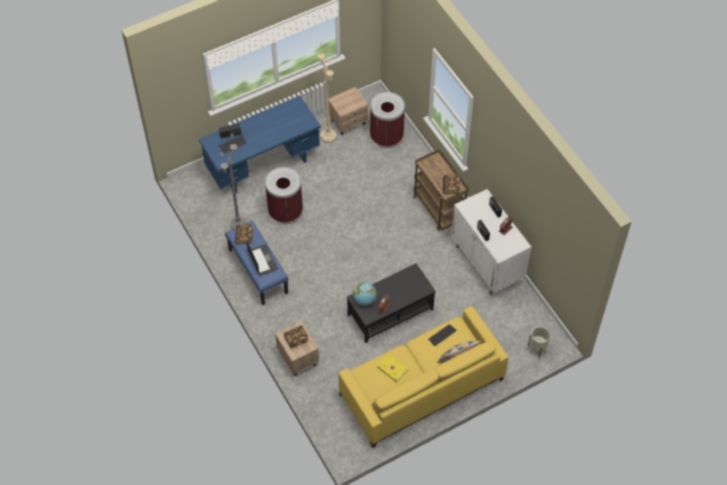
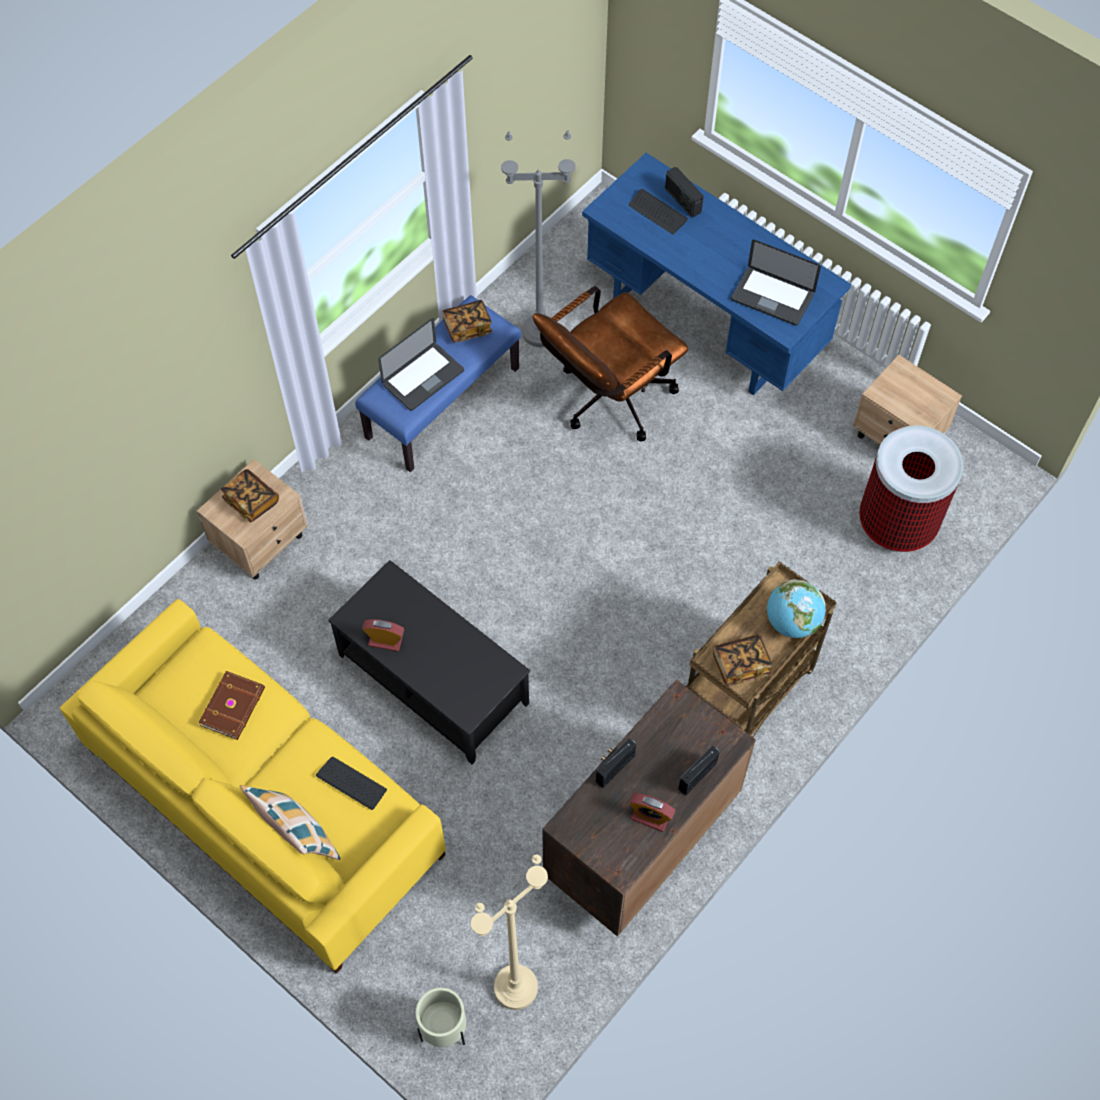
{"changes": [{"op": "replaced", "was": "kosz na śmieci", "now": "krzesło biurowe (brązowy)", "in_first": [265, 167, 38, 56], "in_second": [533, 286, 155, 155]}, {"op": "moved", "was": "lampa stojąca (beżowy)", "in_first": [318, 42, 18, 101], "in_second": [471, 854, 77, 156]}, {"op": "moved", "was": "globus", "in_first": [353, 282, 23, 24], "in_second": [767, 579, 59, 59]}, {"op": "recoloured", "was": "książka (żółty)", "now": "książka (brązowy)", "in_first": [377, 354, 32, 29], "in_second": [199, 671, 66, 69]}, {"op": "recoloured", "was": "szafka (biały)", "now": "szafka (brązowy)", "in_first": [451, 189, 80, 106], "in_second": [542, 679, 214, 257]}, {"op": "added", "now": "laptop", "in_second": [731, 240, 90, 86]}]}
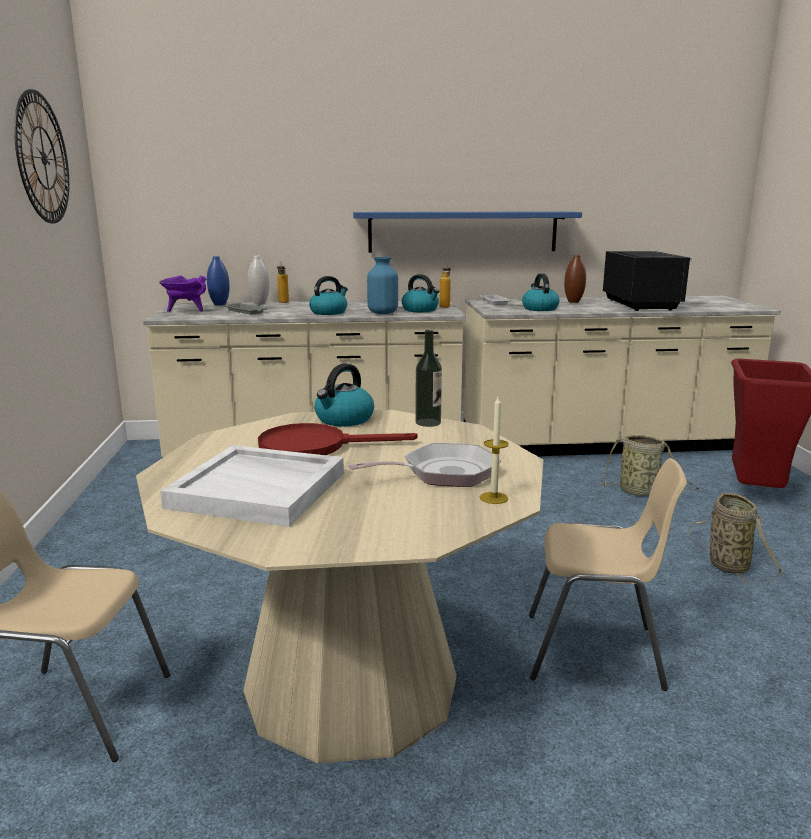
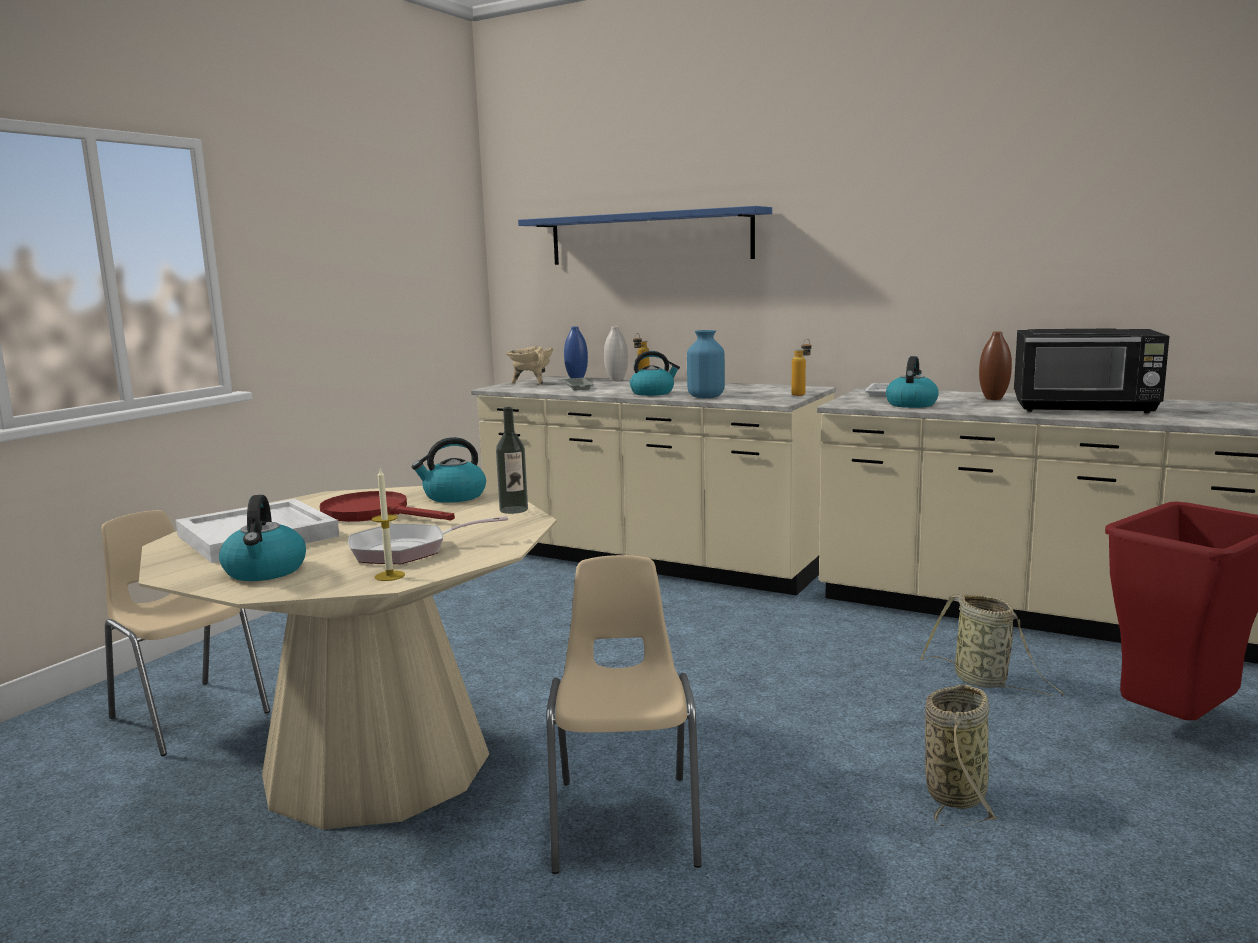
{"changes": [{"op": "removed", "was": "zegar ścienny", "in_first": [14, 89, 55, 135]}, {"op": "recoloured", "was": "garnek (fioletowy)", "now": "garnek (beżowy)", "in_first": [159, 276, 47, 36], "in_second": [506, 346, 48, 39]}, {"op": "turned", "was": "patelnia", "in_first": [348, 443, 153, 44], "in_second": [348, 516, 160, 48], "clockwise": 150}, {"op": "moved", "was": "półka (niebieski)", "in_first": [353, 211, 229, 42], "in_second": [518, 206, 254, 59]}, {"op": "moved", "was": "czajnik", "in_first": [402, 274, 37, 38], "in_second": [219, 495, 87, 86]}, {"op": "turned", "was": "krzesło (beżowy)", "in_first": [529, 458, 158, 233], "in_second": [547, 555, 155, 319], "clockwise": -135}, {"op": "turned", "was": "mikrofalówka (czarny)", "in_first": [603, 251, 89, 60], "in_second": [1014, 328, 155, 86], "clockwise": 75}]}
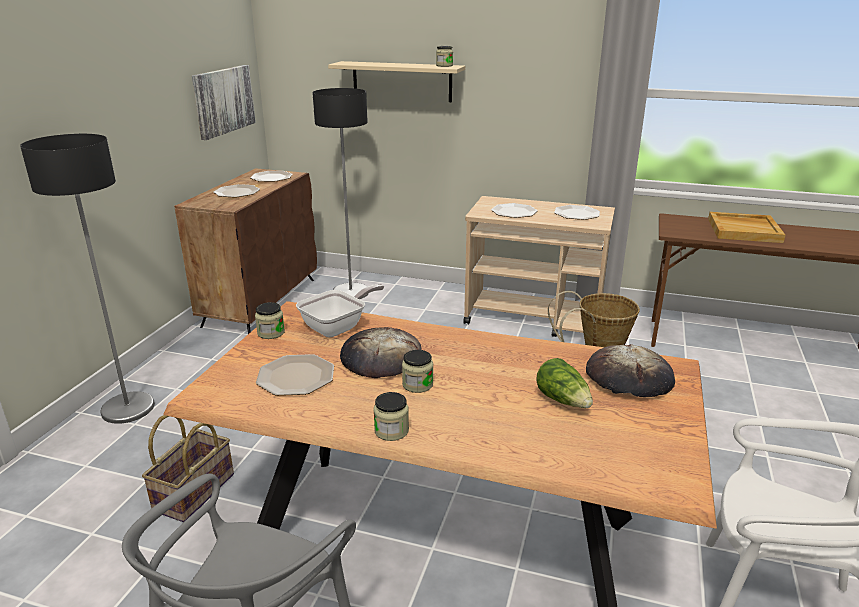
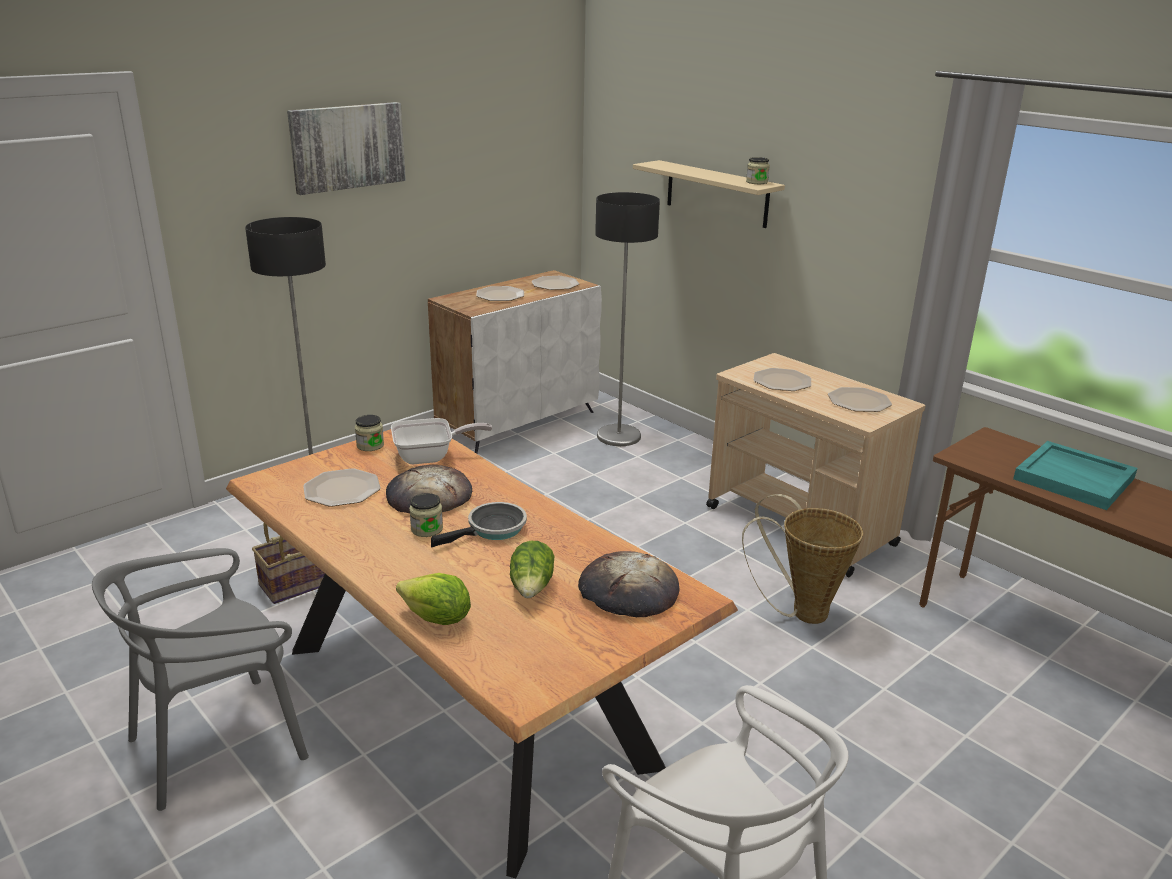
{"changes": [{"op": "recoloured", "was": "szafka (brązowy)", "now": "szafka (biały)", "in_first": [174, 168, 143, 166], "in_second": [428, 270, 174, 184]}, {"op": "moved", "was": "obraz", "in_first": [192, 65, 64, 75], "in_second": [287, 102, 119, 93]}, {"op": "removed", "was": "słoik", "in_first": [373, 392, 36, 49]}, {"op": "recoloured", "was": "taca (beżowy)", "now": "taca (turkusowy)", "in_first": [708, 212, 77, 31], "in_second": [1013, 441, 125, 69]}, {"op": "added", "now": "sałata", "in_second": [396, 573, 75, 52]}, {"op": "added", "now": "patelnia", "in_second": [431, 502, 96, 45]}]}
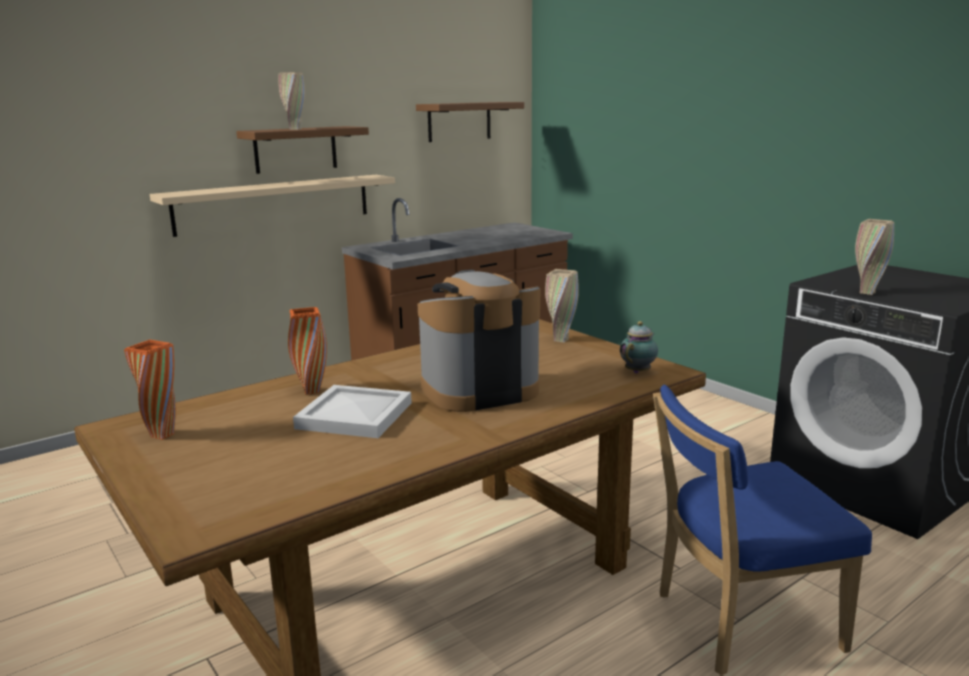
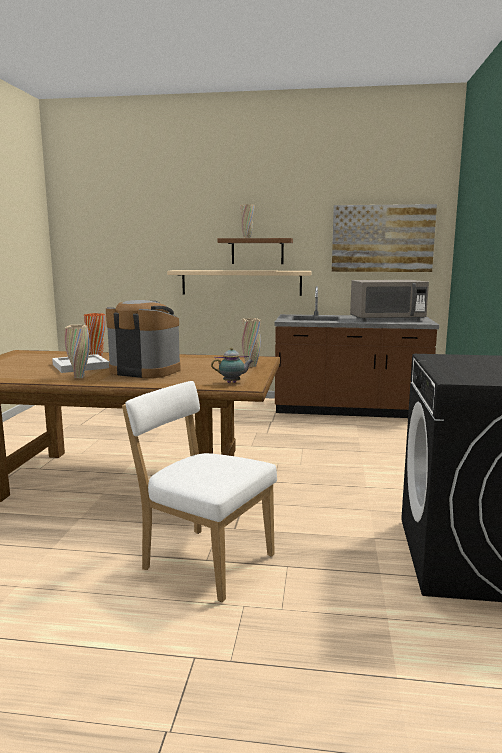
{"changes": [{"op": "removed", "was": "wazon (pomarańczowy)", "in_first": [124, 340, 52, 100]}, {"op": "replaced", "was": "półka (brązowy)", "now": "obraz", "in_first": [416, 102, 108, 40], "in_second": [332, 204, 105, 68]}, {"op": "recoloured", "was": "krzesło (niebieski)", "now": "krzesło (biały)", "in_first": [653, 385, 219, 291], "in_second": [122, 381, 155, 221]}, {"op": "moved", "was": "wazon (beżowy)", "in_first": [855, 219, 39, 76], "in_second": [64, 325, 26, 53]}, {"op": "added", "now": "mikrofalówka (szary)", "in_second": [350, 280, 79, 41]}]}
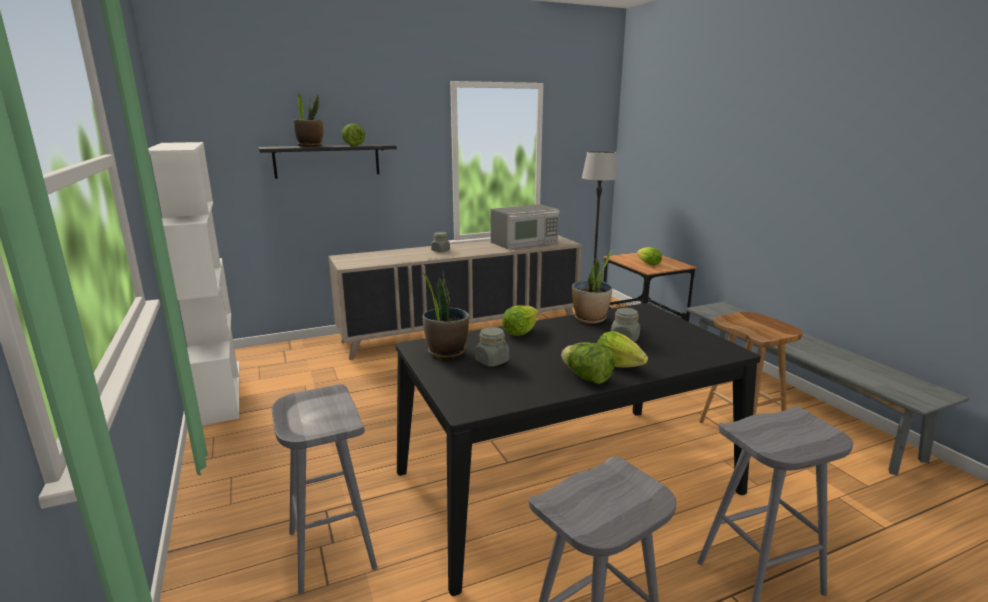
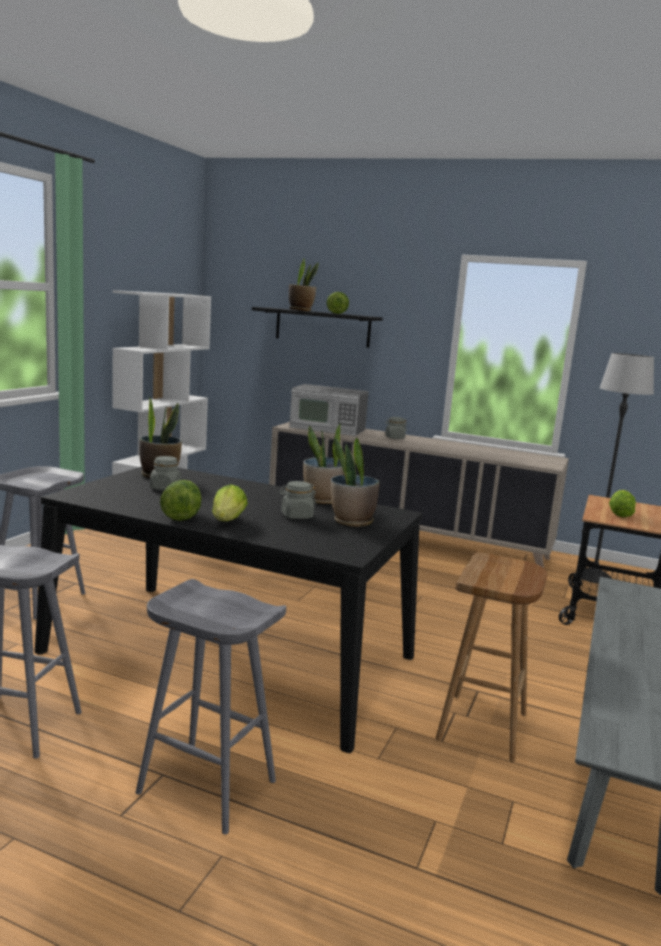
{"changes": [{"op": "moved", "was": "mikrofalówka", "in_first": [491, 204, 69, 45], "in_second": [289, 384, 80, 52]}, {"op": "removed", "was": "sałata", "in_first": [502, 306, 37, 30]}, {"op": "added", "now": "roślina doniczkowa", "in_second": [331, 437, 48, 90]}]}
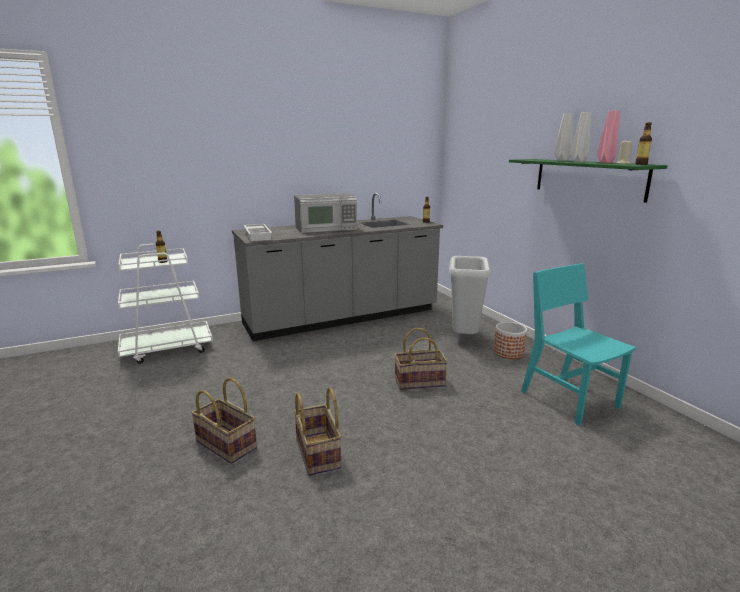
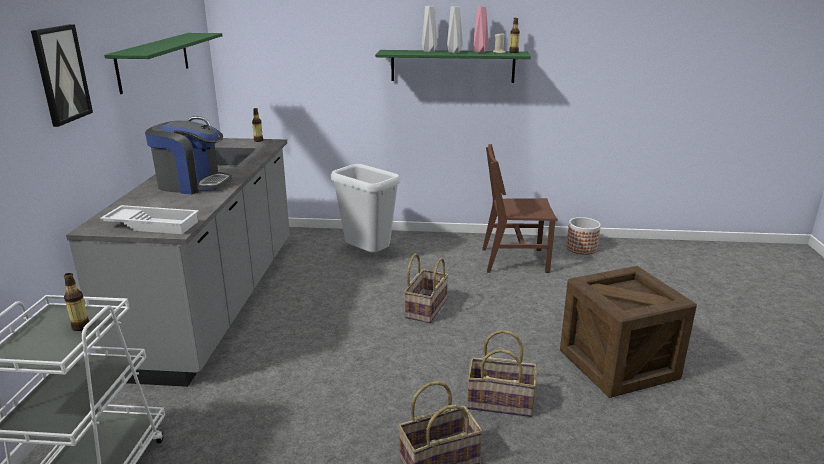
{"changes": [{"op": "replaced", "was": "mikrofalówka", "now": "ekspres do kawy", "in_first": [294, 193, 63, 40], "in_second": [145, 121, 87, 73]}, {"op": "moved", "was": "donica", "in_first": [494, 322, 33, 37], "in_second": [567, 217, 34, 38]}, {"op": "recoloured", "was": "krzesło (turkusowy)", "now": "krzesło (brązowy)", "in_first": [521, 263, 115, 163], "in_second": [482, 144, 76, 129]}, {"op": "added", "now": "obraz", "in_second": [31, 24, 62, 103]}, {"op": "added", "now": "półka (zielony)", "in_second": [104, 33, 118, 61]}, {"op": "added", "now": "skrzynka", "in_second": [560, 266, 137, 132]}]}
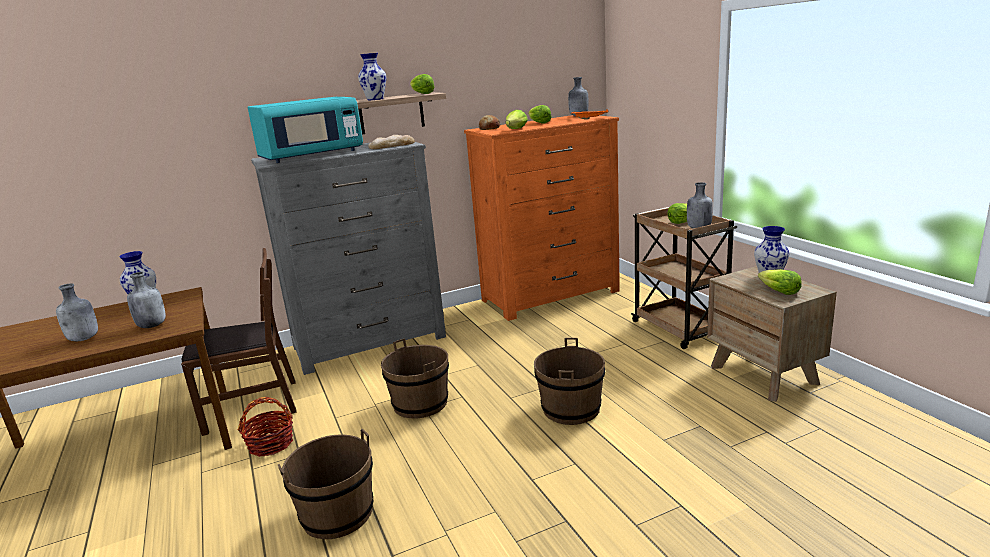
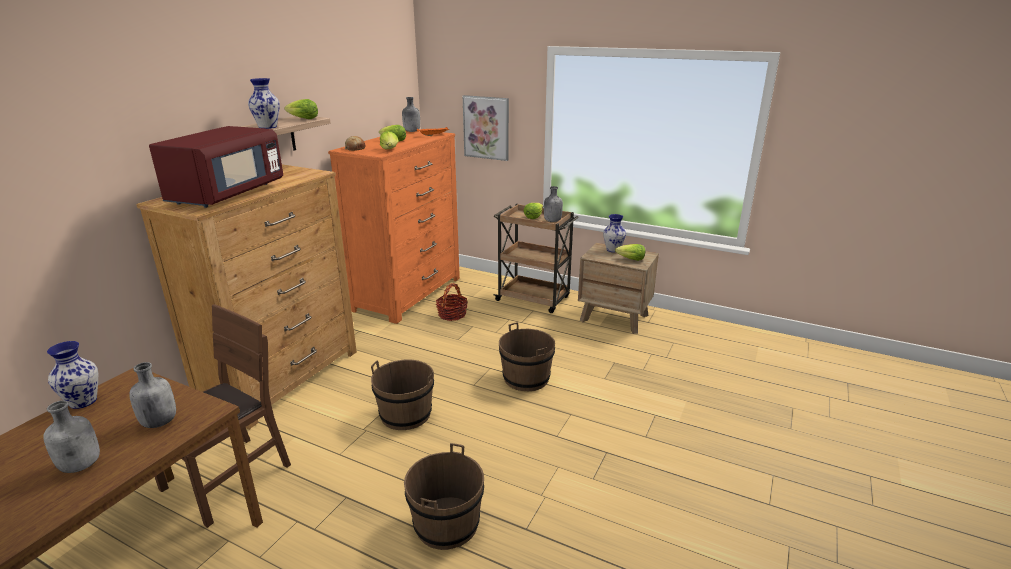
{"changes": [{"op": "moved", "was": "koszyk", "in_first": [238, 397, 55, 60], "in_second": [436, 283, 32, 38]}, {"op": "recoloured", "was": "mikrofalówka (turkusowy)", "now": "mikrofalówka (czerwony)", "in_first": [248, 97, 115, 66], "in_second": [149, 126, 134, 82]}, {"op": "recoloured", "was": "komoda (szary)", "now": "komoda (brązowy)", "in_first": [251, 142, 195, 233], "in_second": [137, 164, 220, 265]}, {"op": "removed", "was": "chleb", "in_first": [368, 135, 47, 14]}, {"op": "added", "now": "obraz", "in_second": [463, 95, 46, 66]}]}
